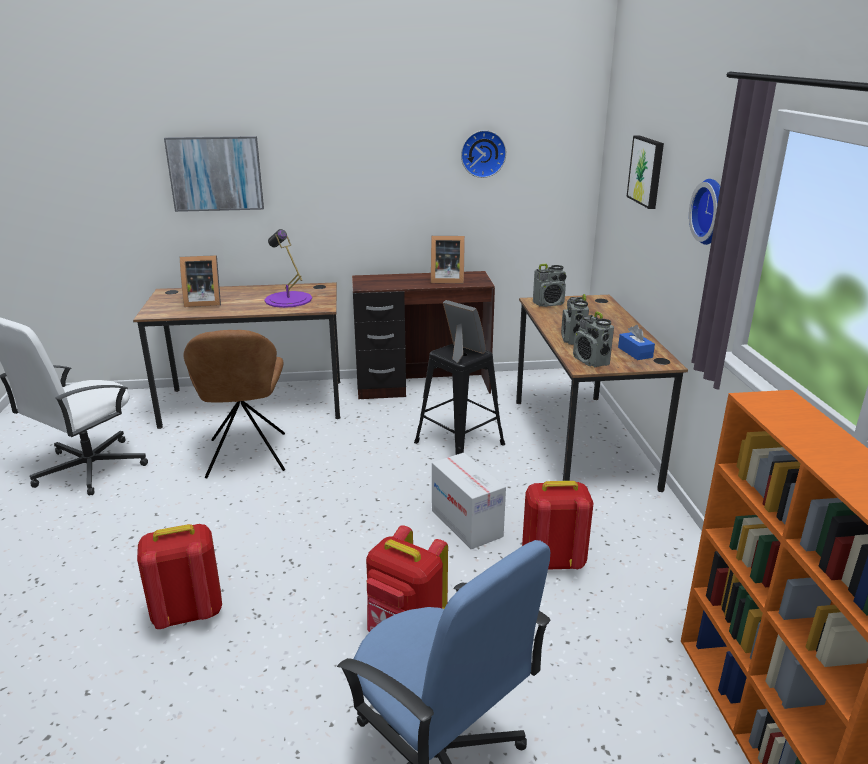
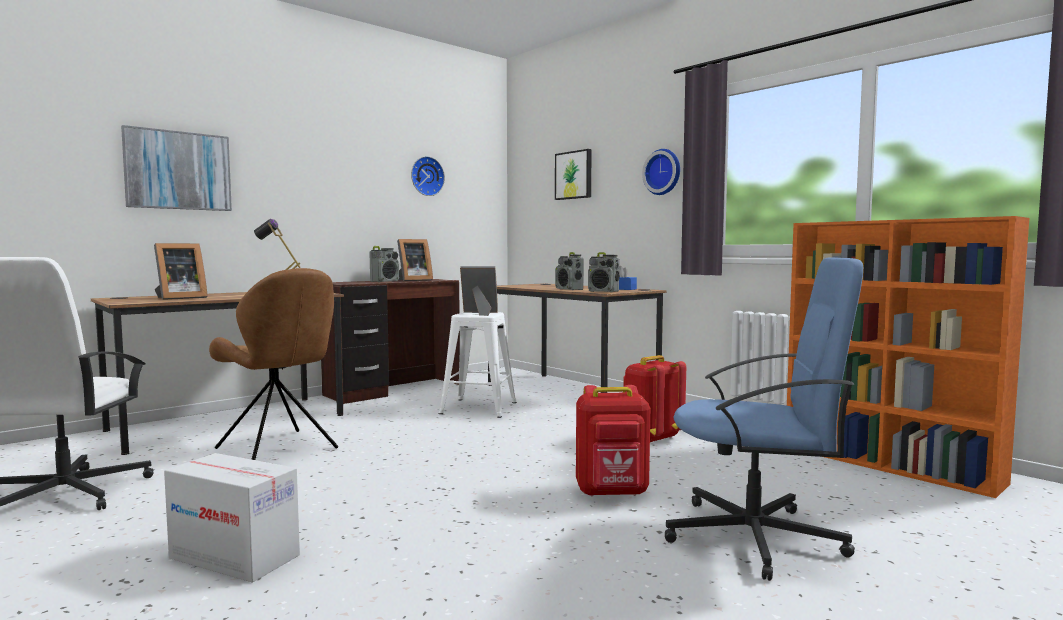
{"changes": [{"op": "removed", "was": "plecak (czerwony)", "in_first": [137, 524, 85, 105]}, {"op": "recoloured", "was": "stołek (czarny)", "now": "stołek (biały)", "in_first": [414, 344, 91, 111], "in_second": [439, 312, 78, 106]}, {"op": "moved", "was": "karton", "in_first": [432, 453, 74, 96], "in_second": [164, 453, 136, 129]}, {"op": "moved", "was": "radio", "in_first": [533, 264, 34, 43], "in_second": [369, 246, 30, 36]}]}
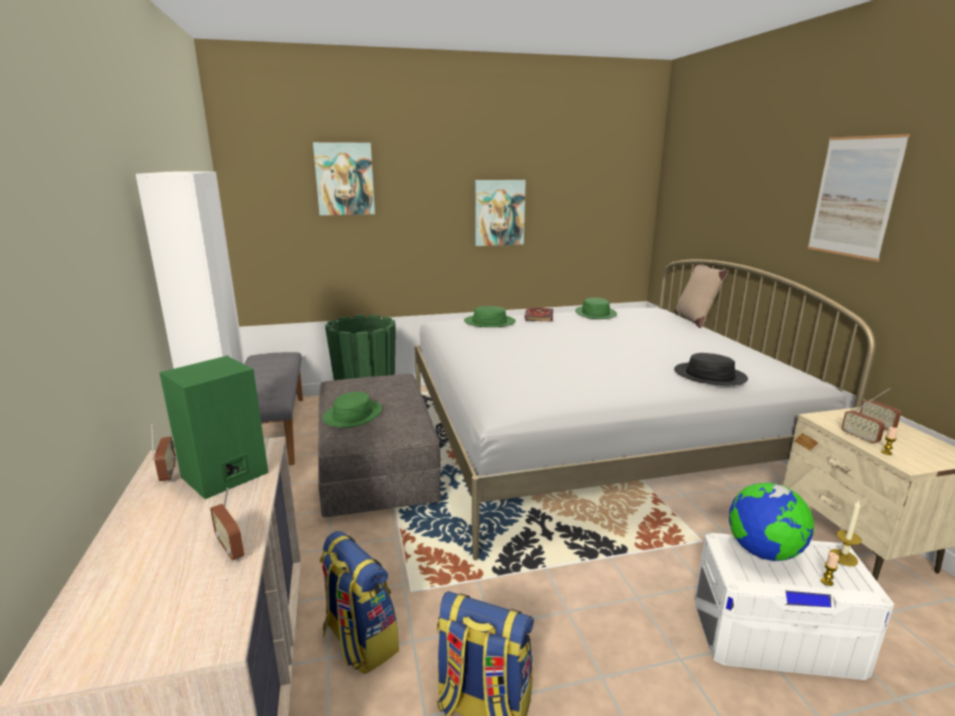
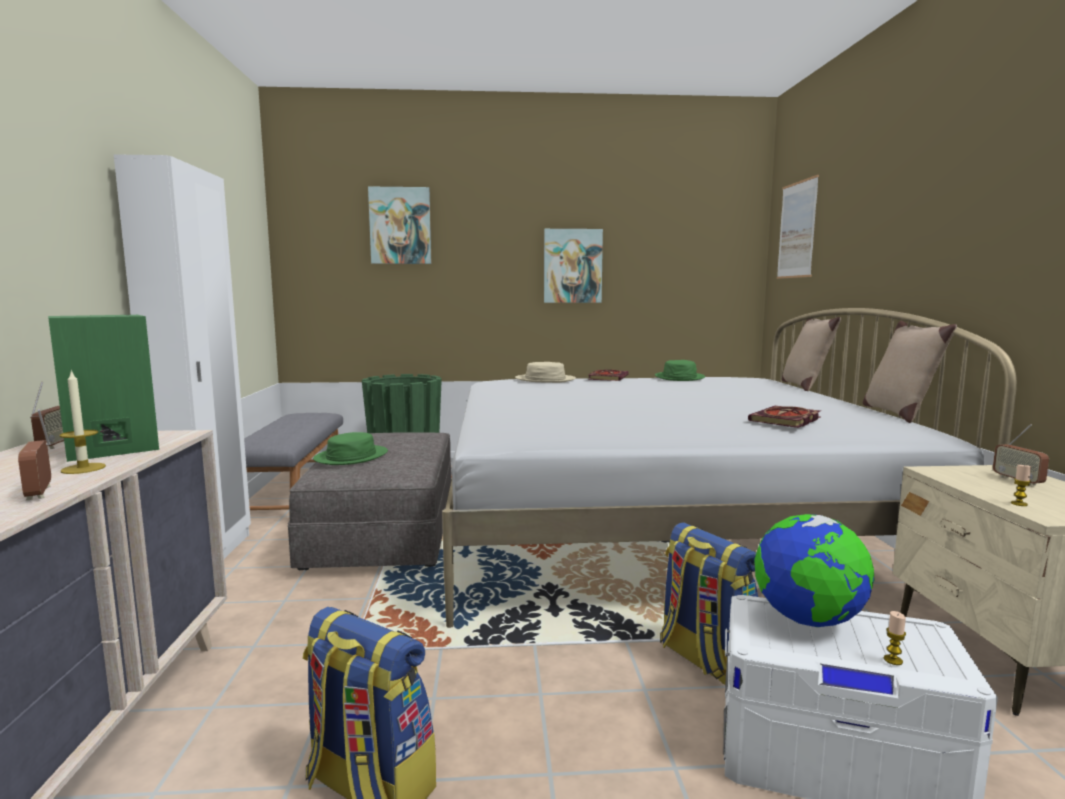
{"changes": [{"op": "moved", "was": "plecak", "in_first": [320, 531, 79, 143], "in_second": [660, 522, 98, 163]}, {"op": "recoloured", "was": "kapelusz (zielony)", "now": "kapelusz (beżowy)", "in_first": [464, 306, 52, 21], "in_second": [515, 362, 61, 21]}, {"op": "replaced", "was": "kapelusz (czarny)", "now": "książka", "in_first": [674, 353, 74, 33], "in_second": [748, 406, 72, 22]}, {"op": "moved", "was": "obraz", "in_first": [807, 134, 103, 128], "in_second": [777, 175, 42, 104]}, {"op": "moved", "was": "świeca", "in_first": [829, 500, 33, 66], "in_second": [60, 369, 46, 105]}, {"op": "removed", "was": "radio", "in_first": [842, 399, 43, 45]}, {"op": "added", "now": "poduszka (beżowy)", "in_second": [863, 321, 94, 102]}]}
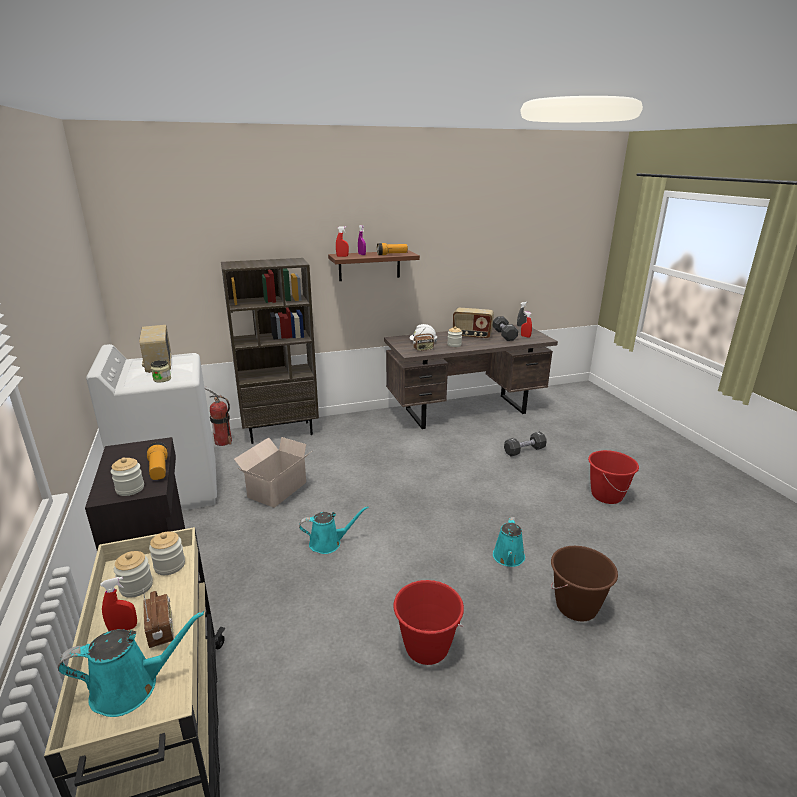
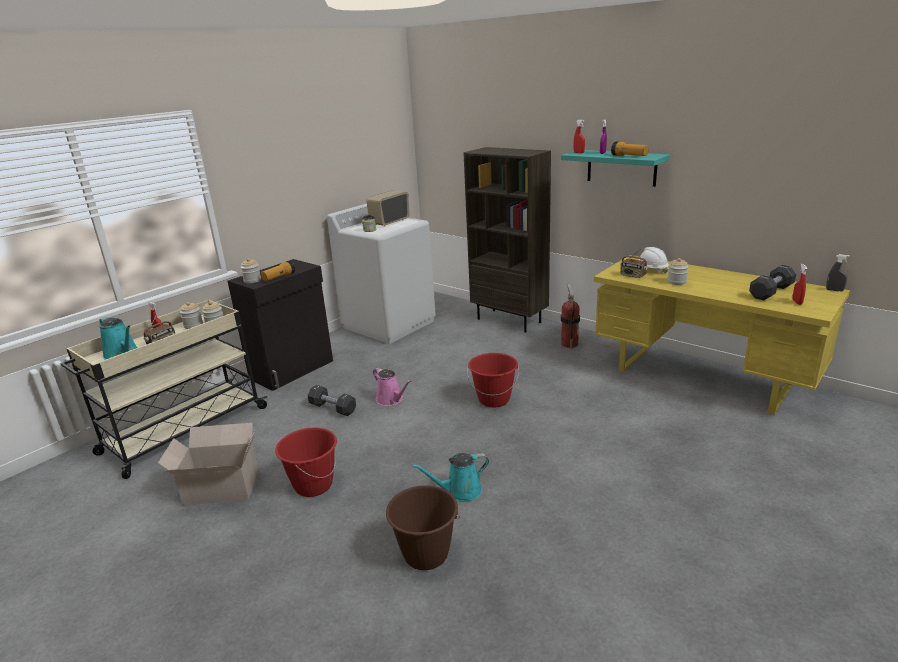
{"changes": [{"op": "moved", "was": "gaśnica", "in_first": [205, 387, 27, 59], "in_second": [561, 283, 19, 66]}, {"op": "moved", "was": "karton", "in_first": [234, 437, 78, 71], "in_second": [158, 423, 101, 82]}, {"op": "recoloured", "was": "konewka (turkusowy)", "now": "konewka (różowy)", "in_first": [299, 506, 69, 48], "in_second": [373, 368, 39, 38]}, {"op": "recoloured", "was": "półka (brązowy)", "now": "półka (turkusowy)", "in_first": [328, 250, 92, 31], "in_second": [561, 150, 109, 37]}, {"op": "recoloured", "was": "biurko (brązowy)", "now": "biurko (żółty)", "in_first": [384, 325, 174, 104], "in_second": [594, 255, 256, 160]}, {"op": "removed", "was": "radio", "in_first": [453, 308, 41, 31]}, {"op": "moved", "was": "hantel (czarny)", "in_first": [504, 432, 43, 25], "in_second": [308, 385, 48, 31]}, {"op": "moved", "was": "wiadro (czerwony)", "in_first": [588, 450, 51, 54], "in_second": [467, 353, 52, 54]}]}
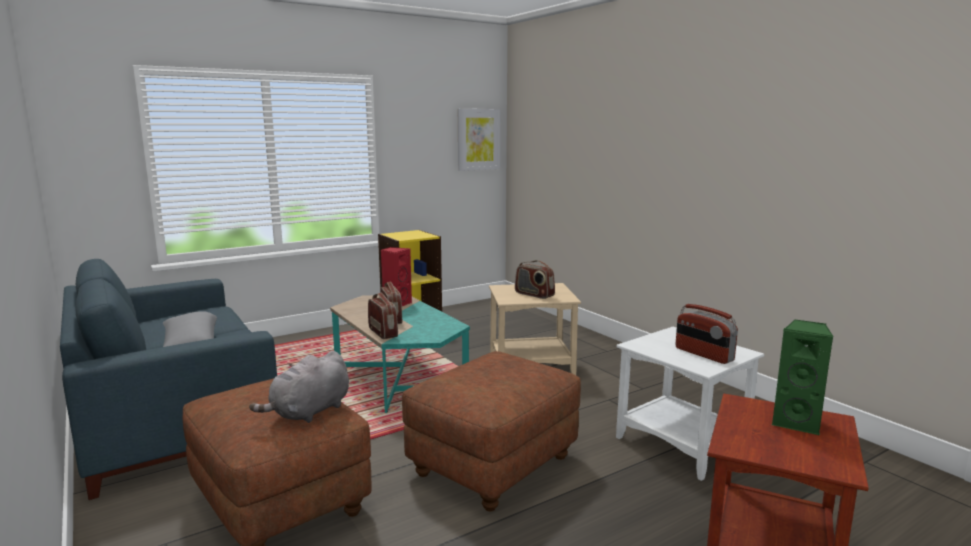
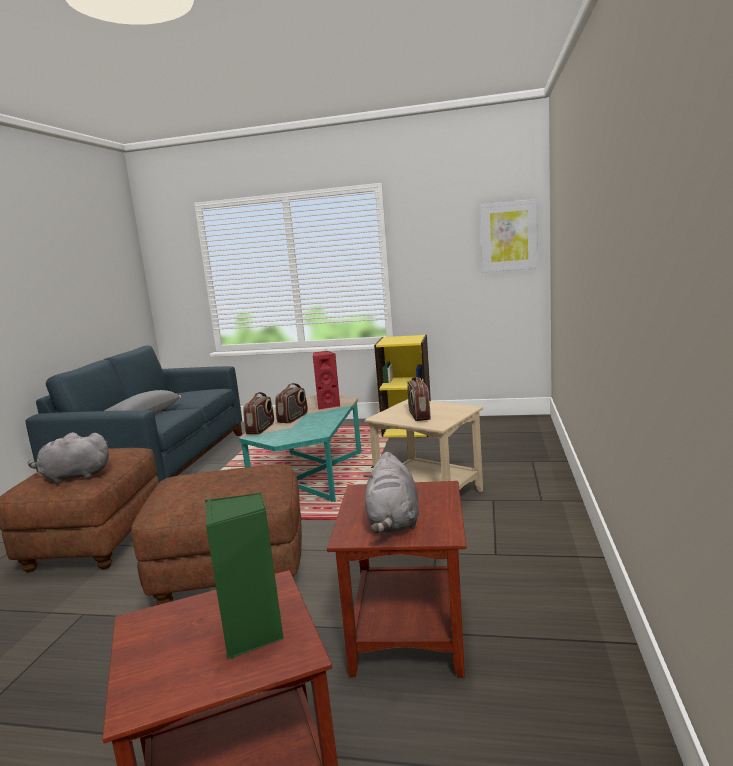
{"changes": [{"op": "recoloured", "was": "stolik (biały)", "now": "stolik (brązowy)", "in_first": [616, 327, 148, 154], "in_second": [327, 481, 140, 197]}, {"op": "replaced", "was": "radio", "now": "pluszak (szary)", "in_first": [676, 304, 62, 60], "in_second": [363, 452, 56, 81]}]}
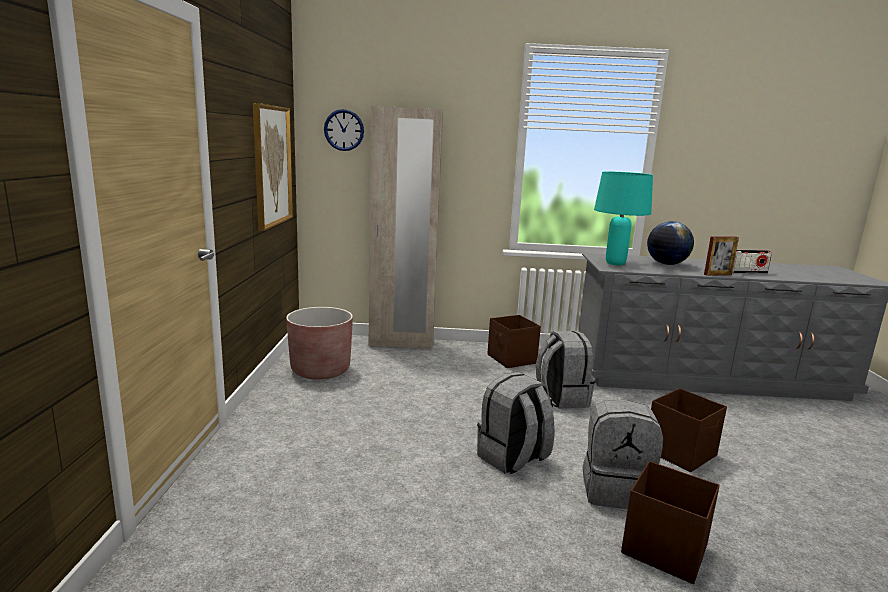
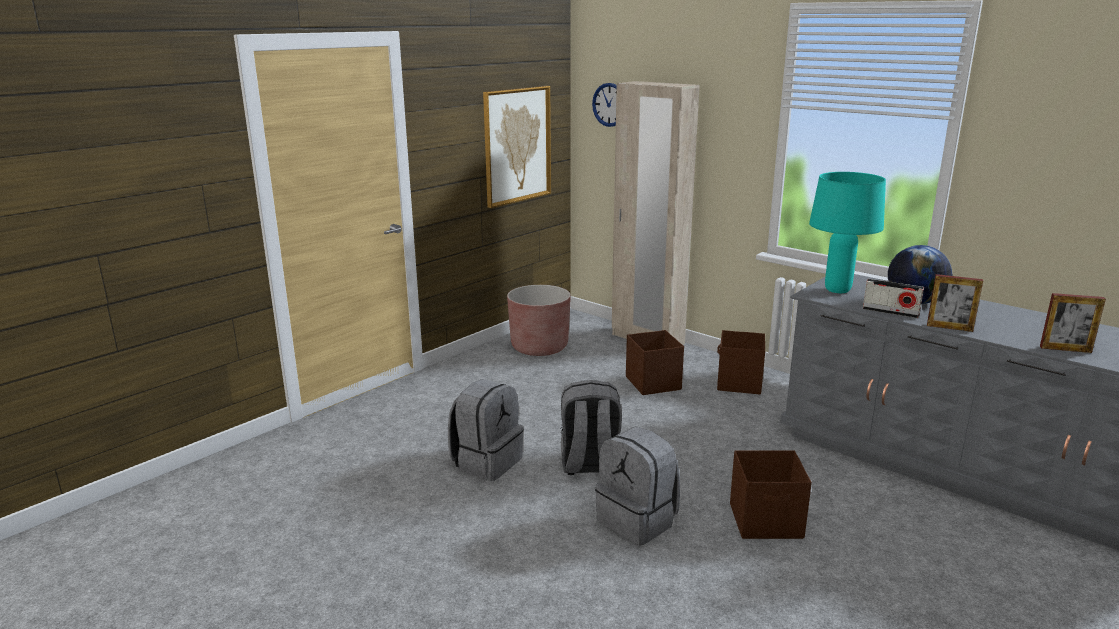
{"changes": [{"op": "moved", "was": "plecak (szary)", "in_first": [536, 331, 59, 78], "in_second": [448, 379, 76, 102]}, {"op": "moved", "was": "pojemnik do przechowywania (brązowy)", "in_first": [621, 461, 99, 123], "in_second": [626, 330, 58, 65]}, {"op": "moved", "was": "radio", "in_first": [732, 250, 40, 23], "in_second": [863, 279, 61, 39]}, {"op": "added", "now": "ramka na zdjęcie", "in_second": [1040, 293, 66, 60]}]}
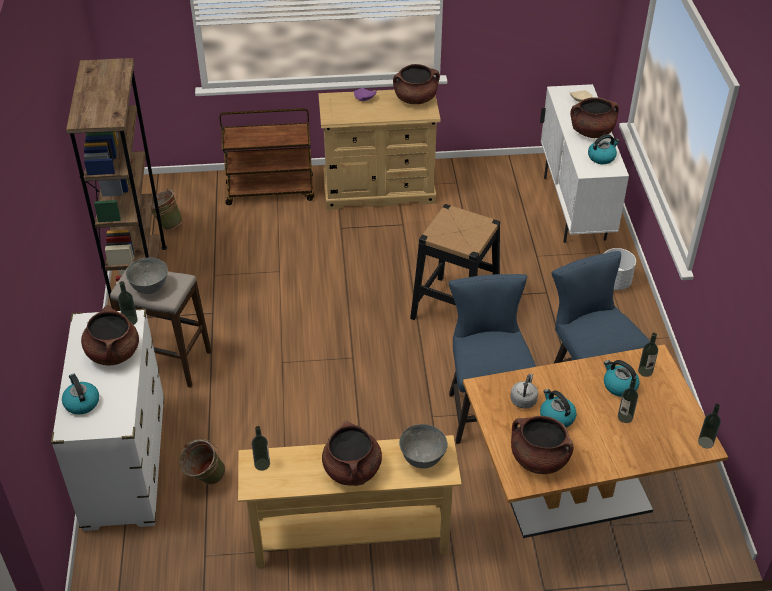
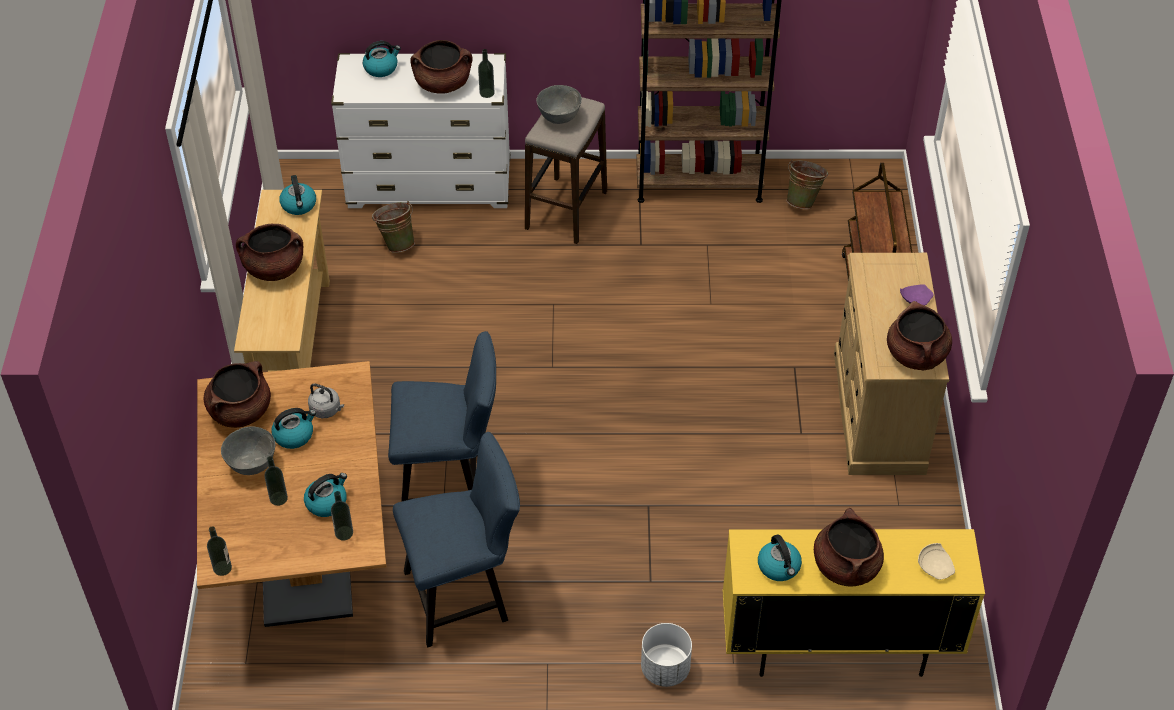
{"changes": [{"op": "replaced", "was": "butelka", "now": "czajnik", "in_first": [252, 426, 18, 45], "in_second": [279, 175, 37, 40]}, {"op": "moved", "was": "miska (szary)", "in_first": [399, 424, 49, 45], "in_second": [221, 426, 54, 49]}, {"op": "removed", "was": "stołek (czarny)", "in_first": [410, 204, 90, 116]}, {"op": "recoloured", "was": "szafka (biały)", "now": "szafka (żółty)", "in_first": [540, 84, 89, 159], "in_second": [723, 529, 262, 148]}]}
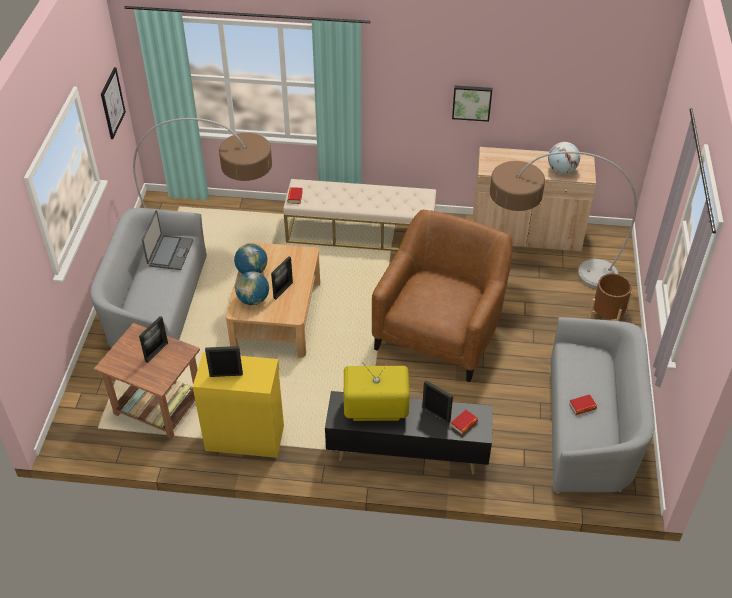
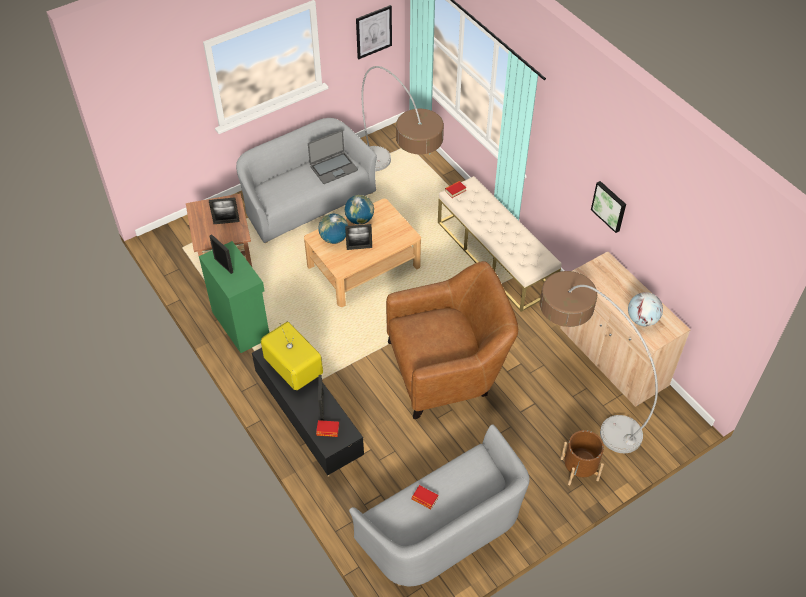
{"changes": [{"op": "recoloured", "was": "szafka (żółty)", "now": "szafka (zielony)", "in_first": [193, 353, 91, 105], "in_second": [199, 241, 70, 112]}]}
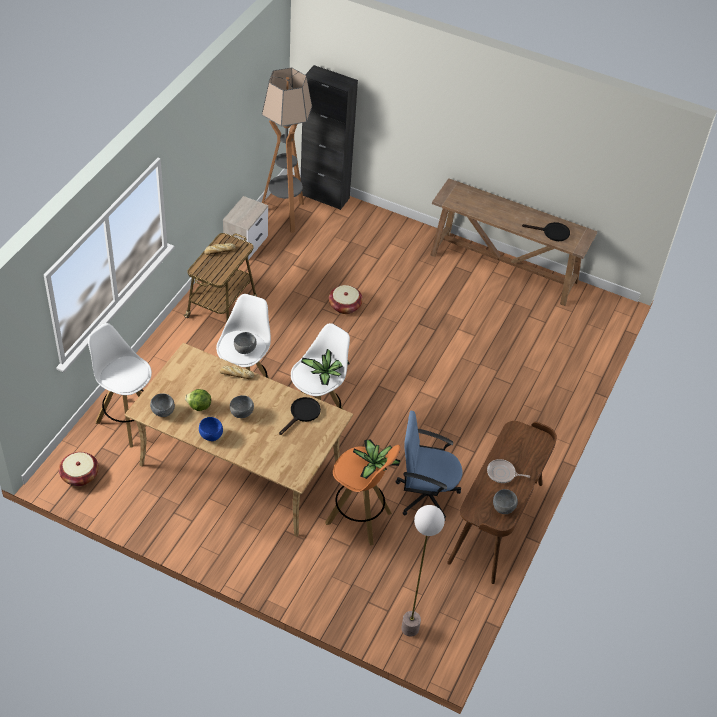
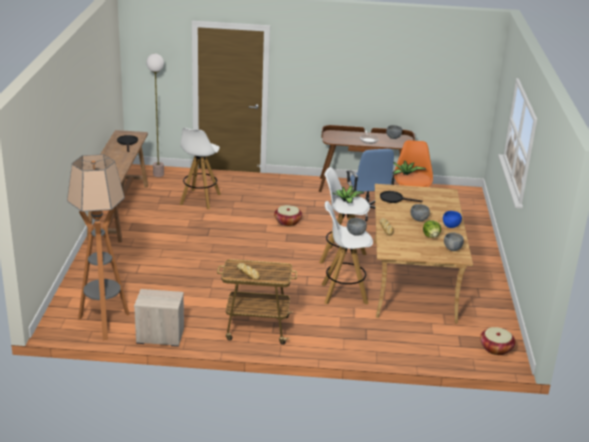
{"changes": [{"op": "moved", "was": "stołek (biały)", "in_first": [88, 323, 64, 124], "in_second": [180, 127, 41, 82]}, {"op": "removed", "was": "szafka (czarny)", "in_first": [301, 65, 57, 145]}, {"op": "moved", "was": "koszyk", "in_first": [329, 285, 34, 29], "in_second": [274, 205, 28, 21]}, {"op": "moved", "was": "lampa stojąca", "in_first": [401, 505, 44, 132], "in_second": [146, 53, 18, 124]}]}
